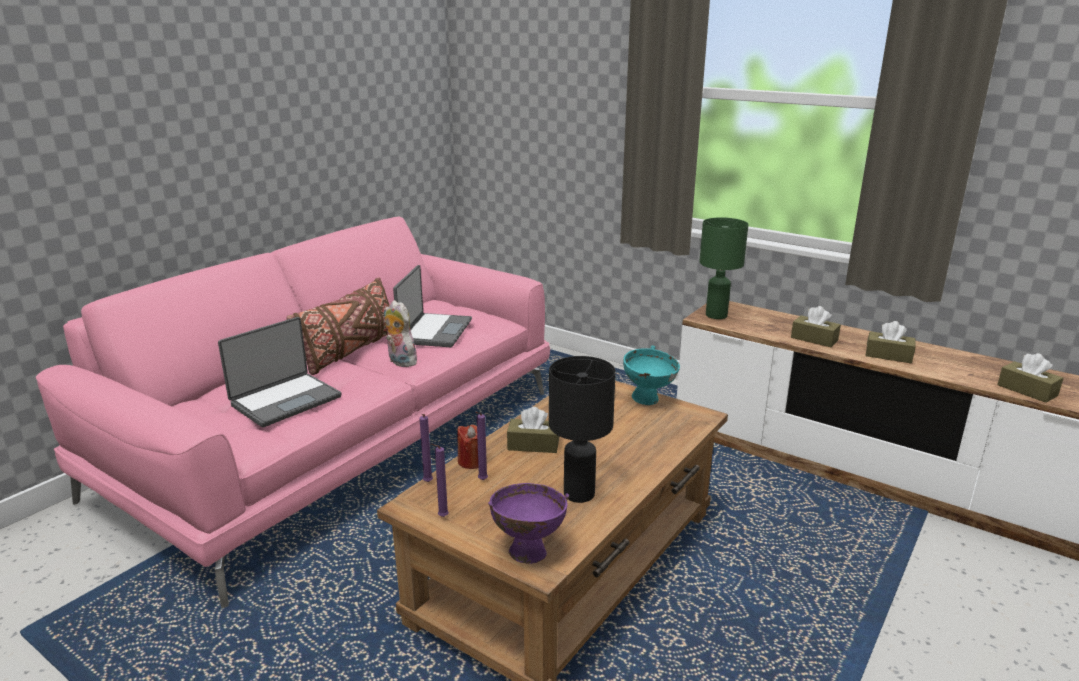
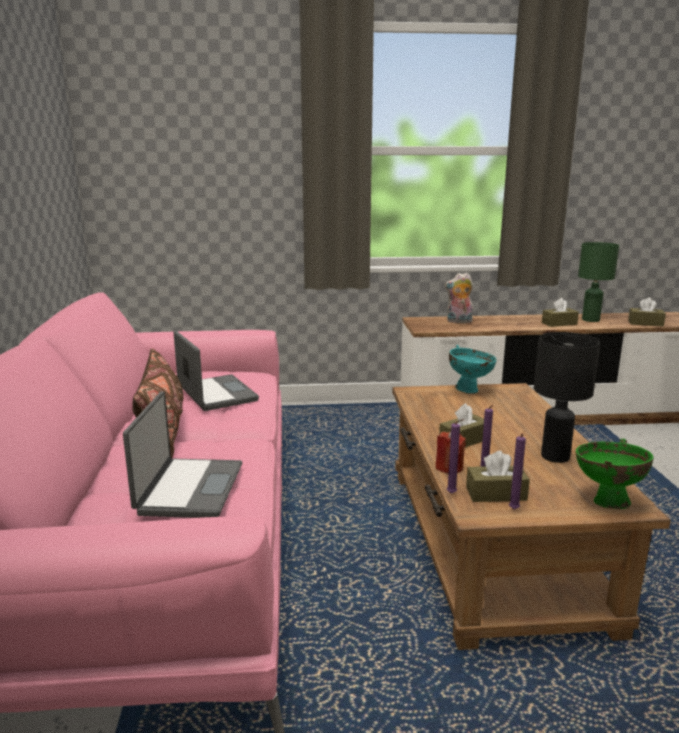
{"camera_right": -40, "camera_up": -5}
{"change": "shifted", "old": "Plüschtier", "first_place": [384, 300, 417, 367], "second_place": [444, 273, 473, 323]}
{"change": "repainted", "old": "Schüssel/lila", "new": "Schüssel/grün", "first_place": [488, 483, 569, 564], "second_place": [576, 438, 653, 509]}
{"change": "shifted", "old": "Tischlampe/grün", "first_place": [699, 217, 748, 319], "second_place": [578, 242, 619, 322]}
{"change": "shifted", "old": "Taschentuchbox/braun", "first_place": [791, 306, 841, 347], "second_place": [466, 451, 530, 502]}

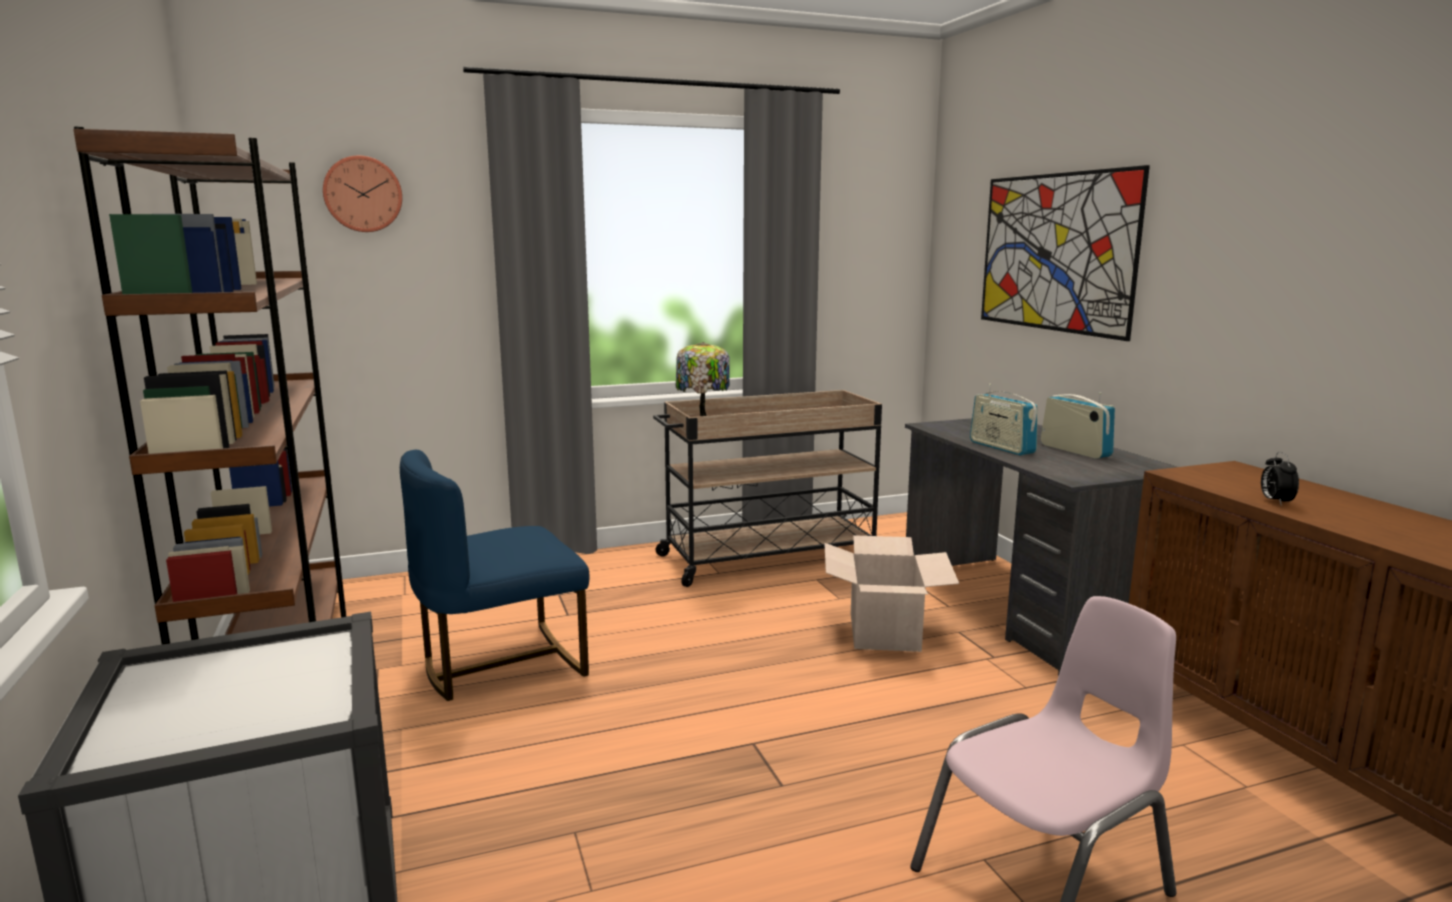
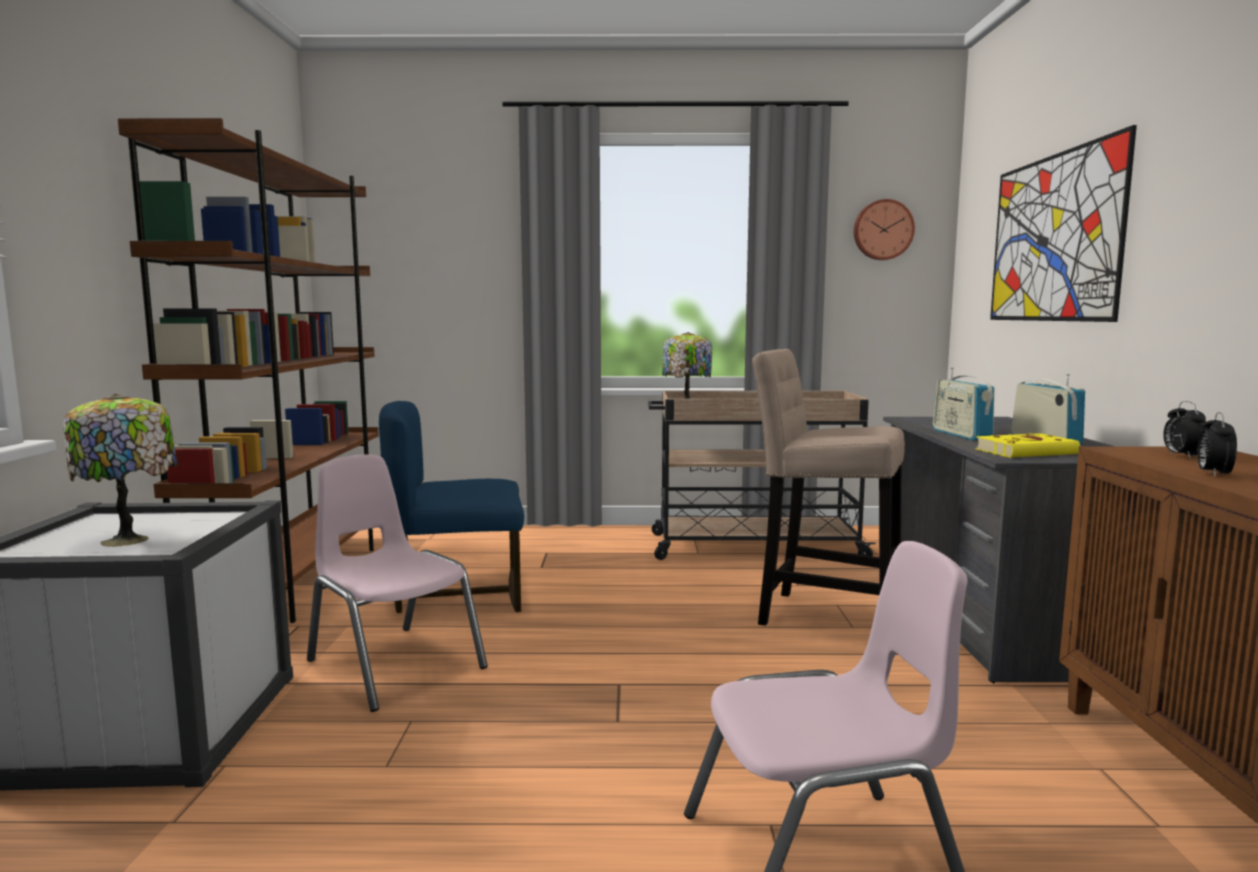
{"camera_right": 20, "camera_up": -5}
{"change": "shifted", "old": "Wanduhr", "first_place": [323, 156, 402, 232], "second_place": [854, 199, 915, 260]}
{"change": "swapped", "old": "Karton", "new": "Hocker/beige", "first_place": [824, 535, 959, 652], "second_place": [752, 349, 905, 626]}
{"change": "new", "new": "Tischlampe", "second_place": [63, 394, 178, 547]}
{"change": "new", "new": "Stuhl/rosa", "second_place": [307, 454, 488, 712]}
{"change": "new", "new": "Buch/gelb", "second_place": [975, 433, 1080, 458]}
{"change": "new", "new": "Wecker", "second_place": [1163, 401, 1206, 459]}

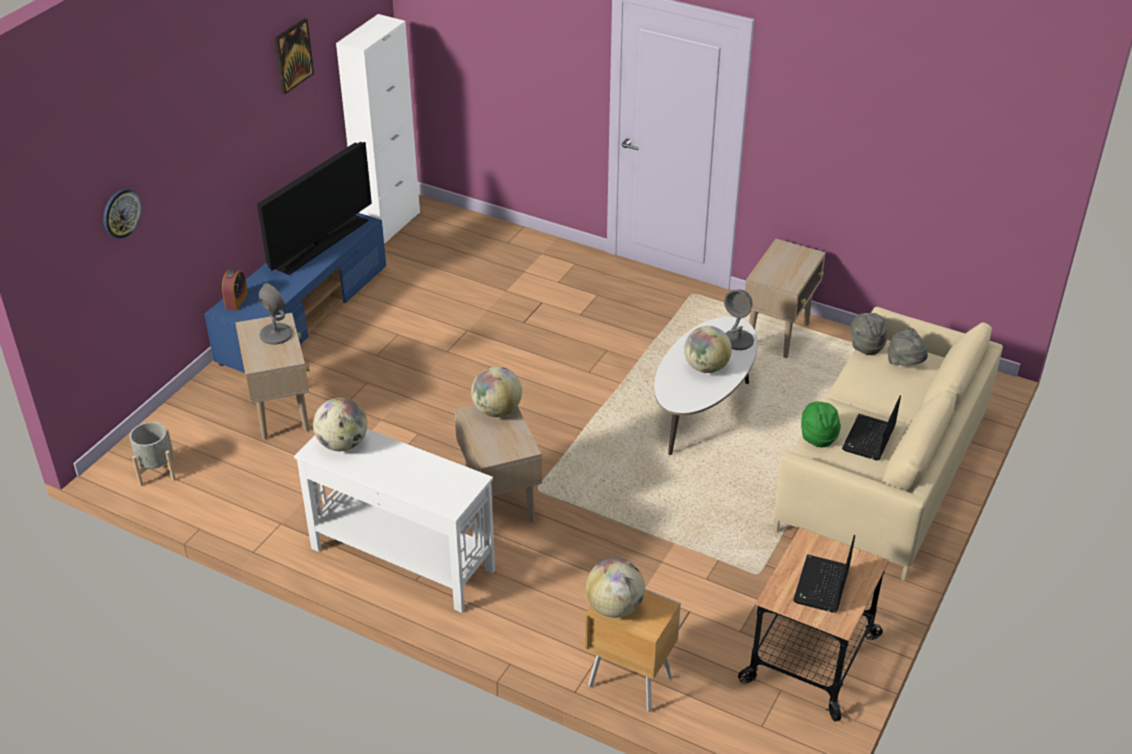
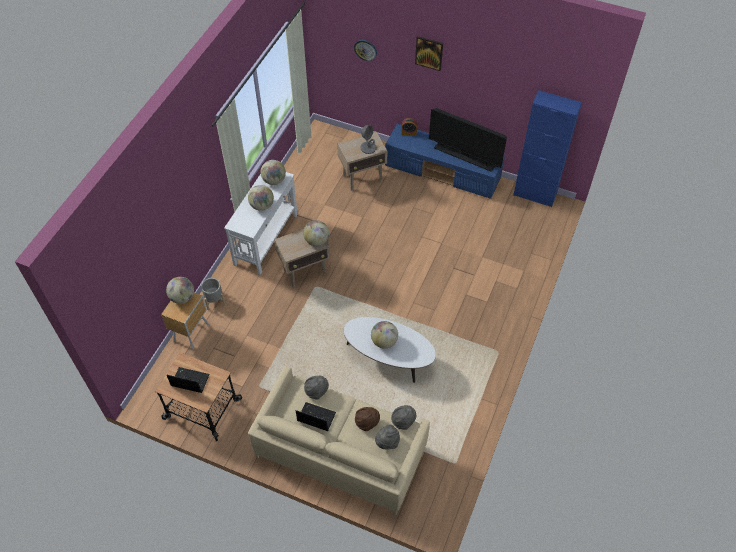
{"camera_right": 85, "camera_up": 15}
{"change": "shifted", "old": "Pflanzkübel/grau", "first_place": [129, 422, 176, 486], "second_place": [201, 278, 226, 310]}
{"change": "shifted", "old": "Bild", "first_place": [274, 18, 314, 94], "second_place": [415, 36, 443, 71]}
{"change": "repainted", "old": "Schrank/weiß", "new": "Schrank/blau", "first_place": [336, 14, 420, 244], "second_place": [513, 90, 582, 207]}
{"change": "gone", "old": "Tischlampe/grau", "first_place": [724, 289, 754, 350]}
{"change": "gone", "old": "Beistelltisch/beige", "first_place": [745, 239, 826, 358]}
{"change": "repainted", "old": "Hut/grün", "new": "Hut/grau", "first_place": [801, 402, 841, 447], "second_place": [304, 376, 329, 399]}
{"change": "new", "new": "Globus", "second_place": [248, 185, 274, 211]}
{"change": "new", "new": "Hut/braun", "second_place": [355, 407, 380, 431]}

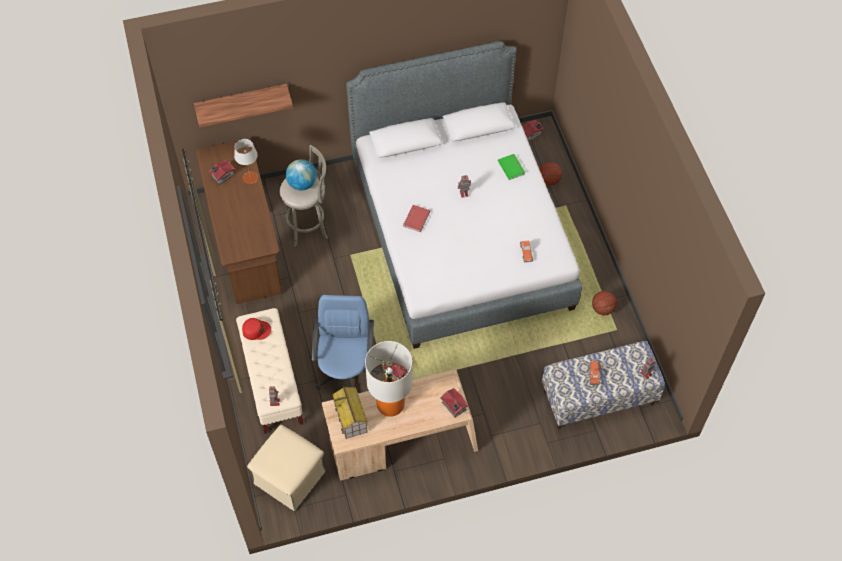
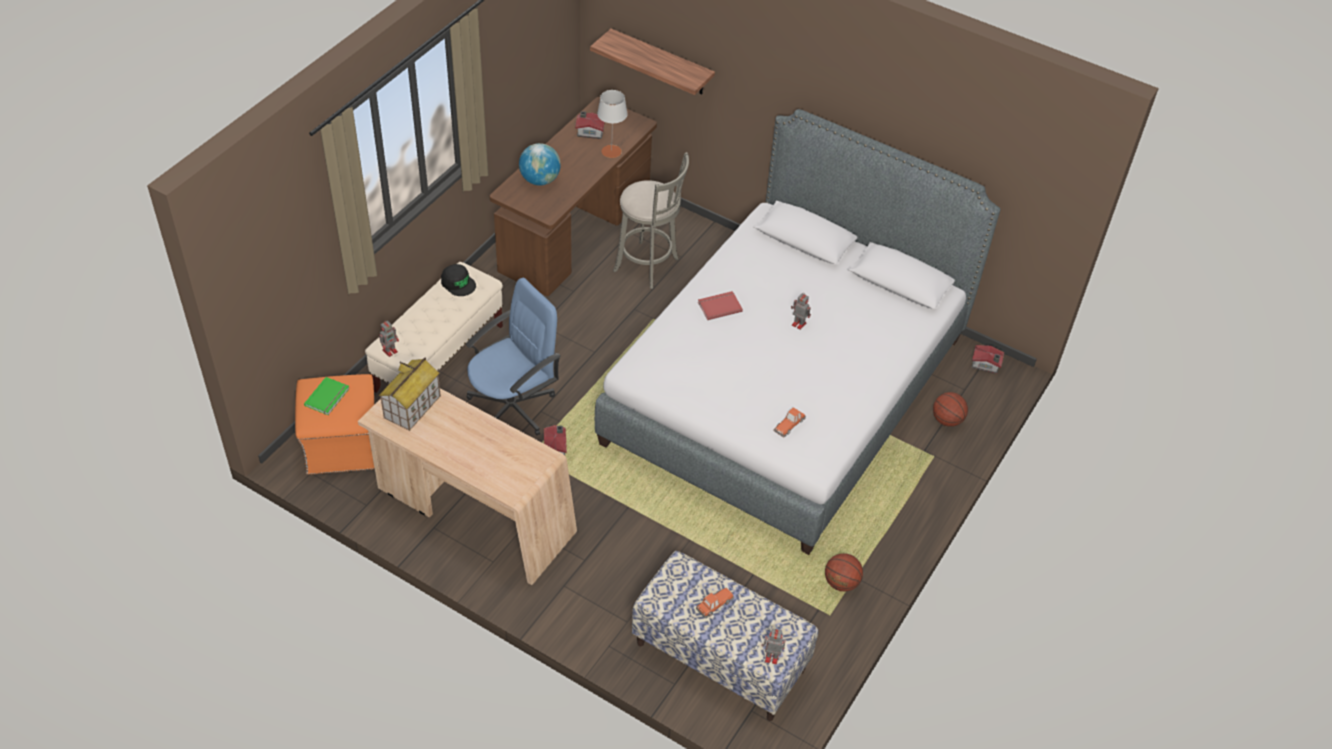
{"camera_right": 45, "camera_up": -10}
{"change": "repainted", "old": "Kappe/rot", "new": "Kappe/schwarz", "first_place": [242, 318, 271, 340], "second_place": [441, 264, 476, 296]}
{"change": "repainted", "old": "Polsterhocker/beige", "new": "Polsterhocker/orange", "first_place": [247, 425, 326, 511], "second_place": [295, 374, 375, 475]}
{"change": "shifted", "old": "Globus", "first_place": [286, 159, 317, 190], "second_place": [519, 143, 561, 185]}
{"change": "gone", "old": "Tischlampe", "first_place": [365, 341, 413, 417]}
{"change": "gone", "old": "Spielzeughaus", "first_place": [440, 388, 469, 418]}
{"change": "shifted", "old": "Buch/grün", "first_place": [498, 154, 525, 180], "second_place": [304, 377, 350, 415]}

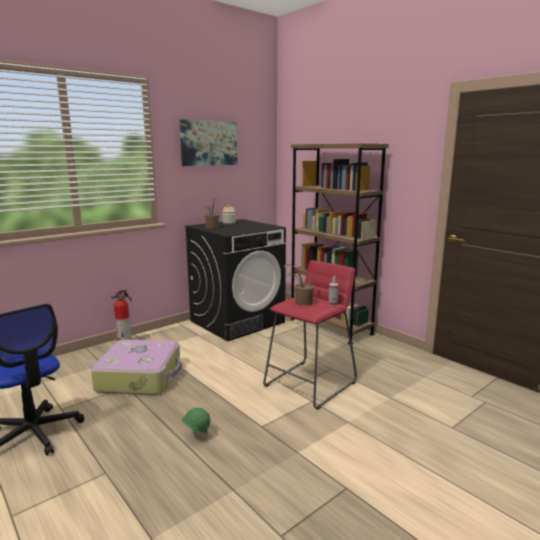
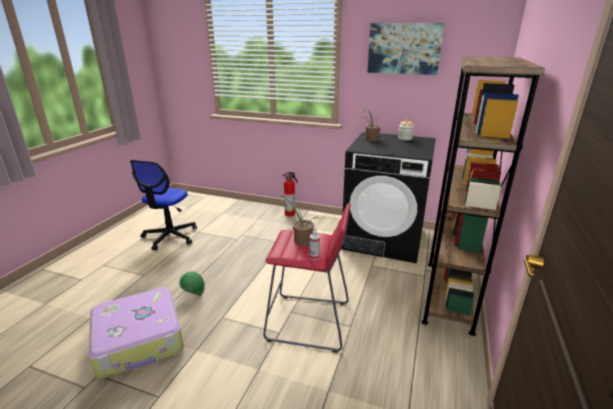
{"camera_right": 60, "camera_up": 10}
{"change": "shifted", "old": "Koffer", "first_place": [91, 339, 182, 395], "second_place": [88, 287, 184, 379]}

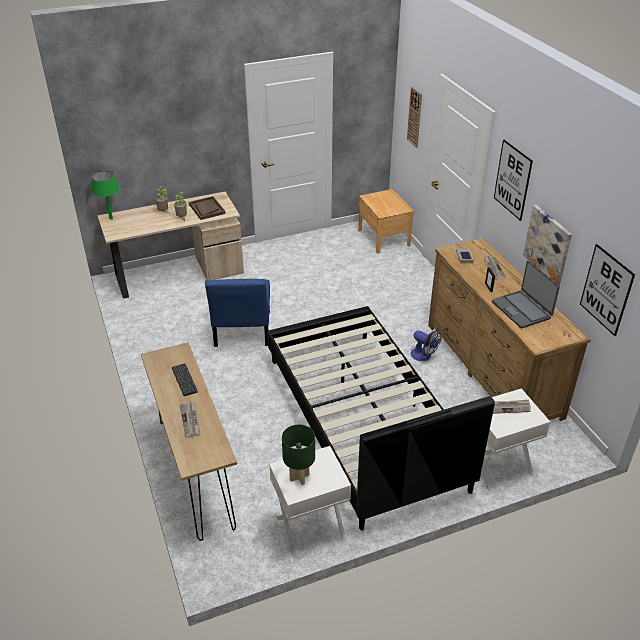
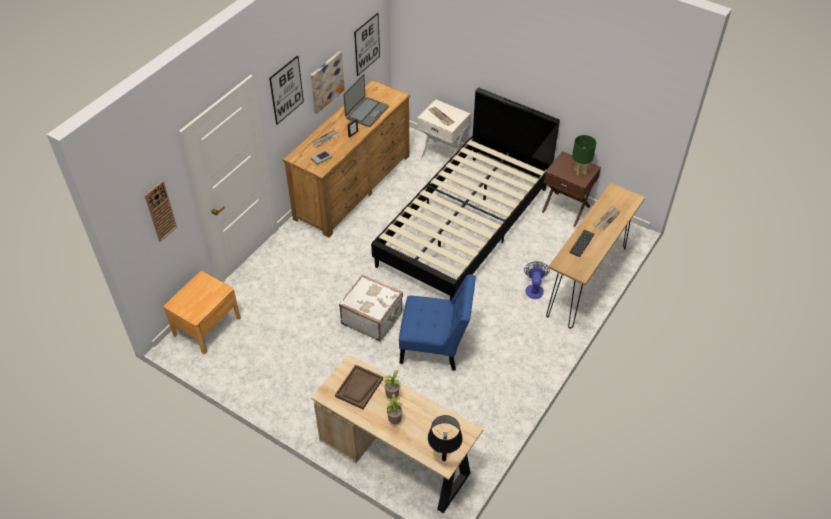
{"camera_right": -125, "camera_up": 10}
{"change": "repainted", "old": "Tischlampe/grün", "new": "Tischlampe/schwarz", "first_place": [92, 171, 119, 220], "second_place": [428, 415, 463, 461]}
{"change": "rotated", "old": "Stuhl/blau", "first_place": [205, 279, 270, 347], "second_place": [399, 274, 476, 371], "degrees": 45}
{"change": "repainted", "old": "Nachttisch/weiß", "new": "Nachttisch/braun", "first_place": [269, 446, 351, 557], "second_place": [542, 151, 601, 227]}
{"change": "shifted", "old": "Ventilator", "first_place": [411, 330, 442, 361], "second_place": [524, 261, 550, 299]}
{"change": "new", "new": "Koffer/weiß", "second_place": [339, 275, 403, 342]}

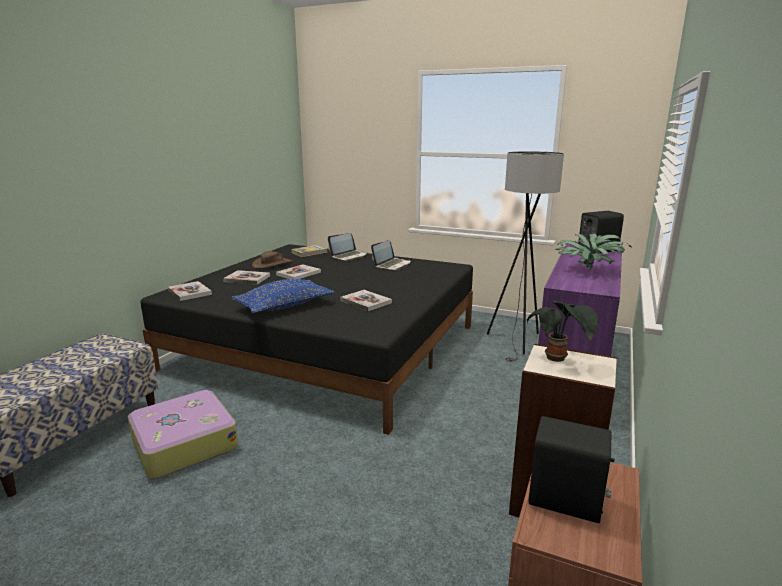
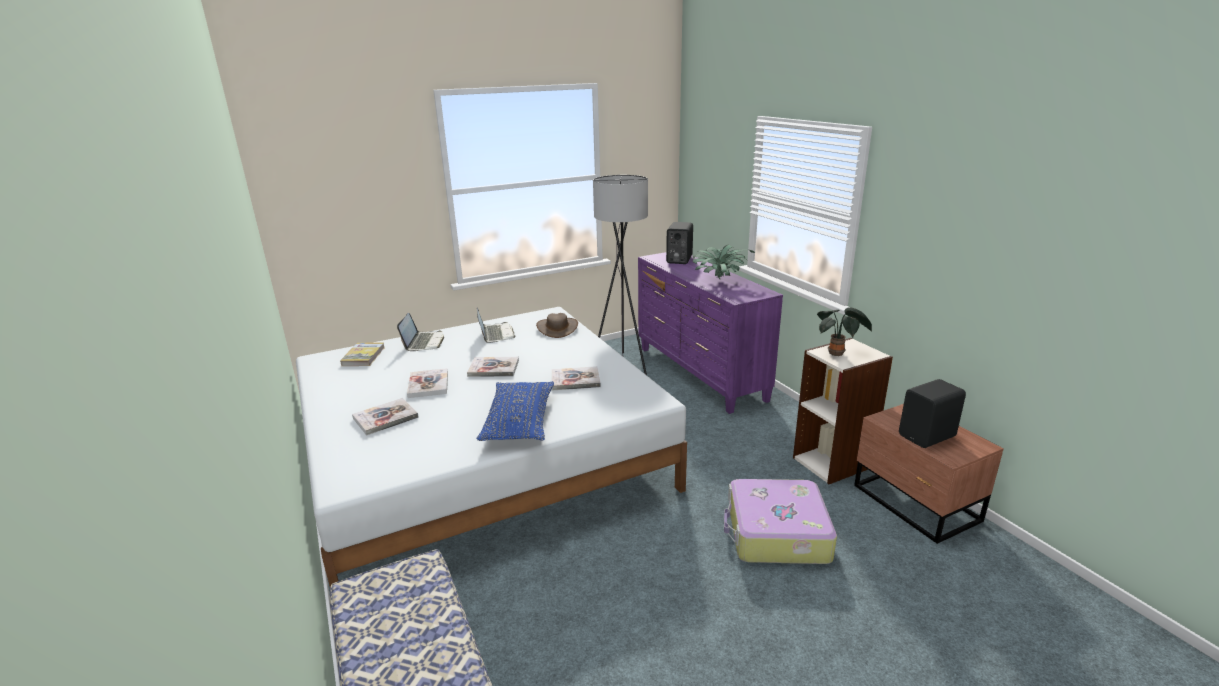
{"camera_right": -50, "camera_up": 5}
{"change": "shifted", "old": "Koffer", "first_place": [128, 390, 238, 479], "second_place": [724, 479, 837, 564]}
{"change": "repainted", "old": "Bett/schwarz", "new": "Bett/weiß", "first_place": [140, 244, 473, 435], "second_place": [296, 307, 687, 587]}
{"change": "shifted", "old": "Buch", "first_place": [168, 281, 212, 301], "second_place": [467, 357, 519, 377]}
{"change": "shifted", "old": "Hut/braun", "first_place": [252, 251, 292, 269], "second_place": [536, 313, 578, 338]}

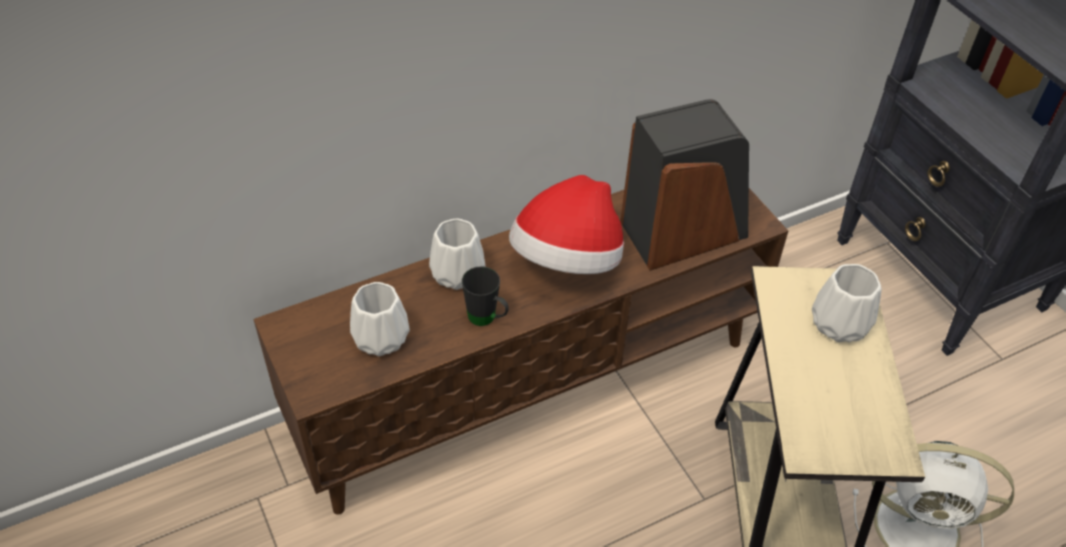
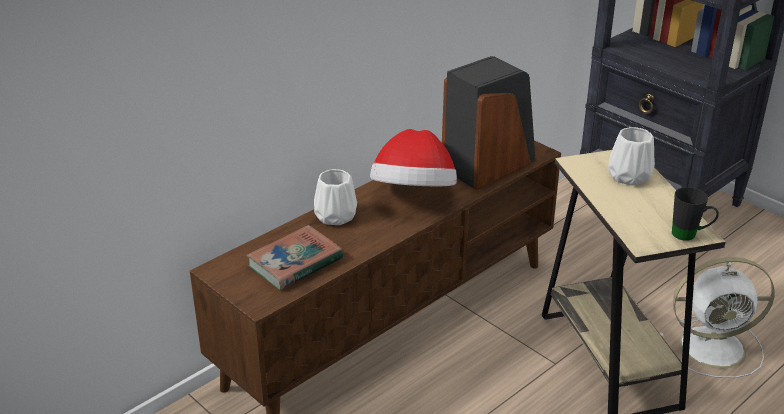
{"camera_right": -15, "camera_up": -15}
{"change": "swapped", "old": "Vase/weiß", "new": "Buch", "first_place": [350, 282, 410, 356], "second_place": [246, 225, 343, 290]}
{"change": "shifted", "old": "Henkelbecher/schwarz", "first_place": [462, 266, 509, 326], "second_place": [672, 187, 719, 241]}

